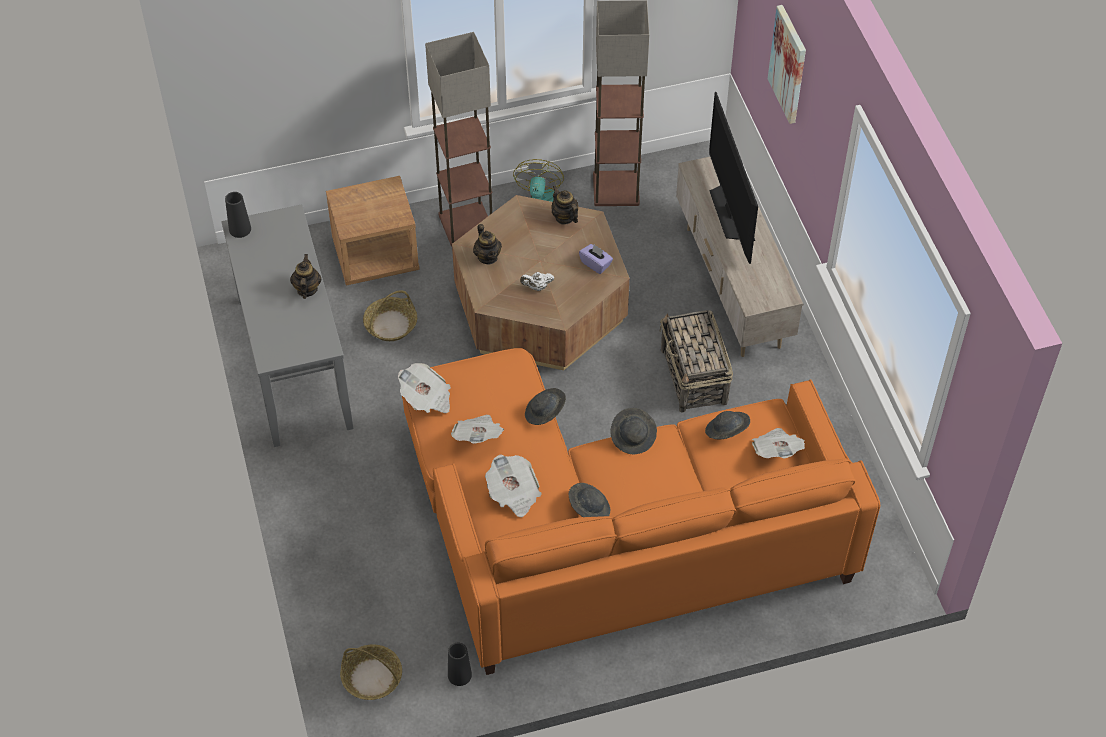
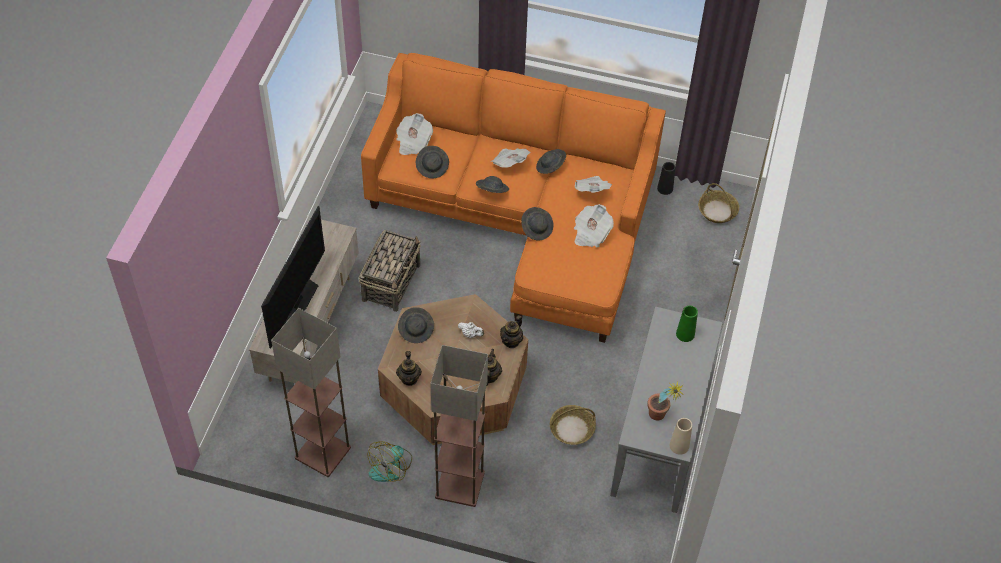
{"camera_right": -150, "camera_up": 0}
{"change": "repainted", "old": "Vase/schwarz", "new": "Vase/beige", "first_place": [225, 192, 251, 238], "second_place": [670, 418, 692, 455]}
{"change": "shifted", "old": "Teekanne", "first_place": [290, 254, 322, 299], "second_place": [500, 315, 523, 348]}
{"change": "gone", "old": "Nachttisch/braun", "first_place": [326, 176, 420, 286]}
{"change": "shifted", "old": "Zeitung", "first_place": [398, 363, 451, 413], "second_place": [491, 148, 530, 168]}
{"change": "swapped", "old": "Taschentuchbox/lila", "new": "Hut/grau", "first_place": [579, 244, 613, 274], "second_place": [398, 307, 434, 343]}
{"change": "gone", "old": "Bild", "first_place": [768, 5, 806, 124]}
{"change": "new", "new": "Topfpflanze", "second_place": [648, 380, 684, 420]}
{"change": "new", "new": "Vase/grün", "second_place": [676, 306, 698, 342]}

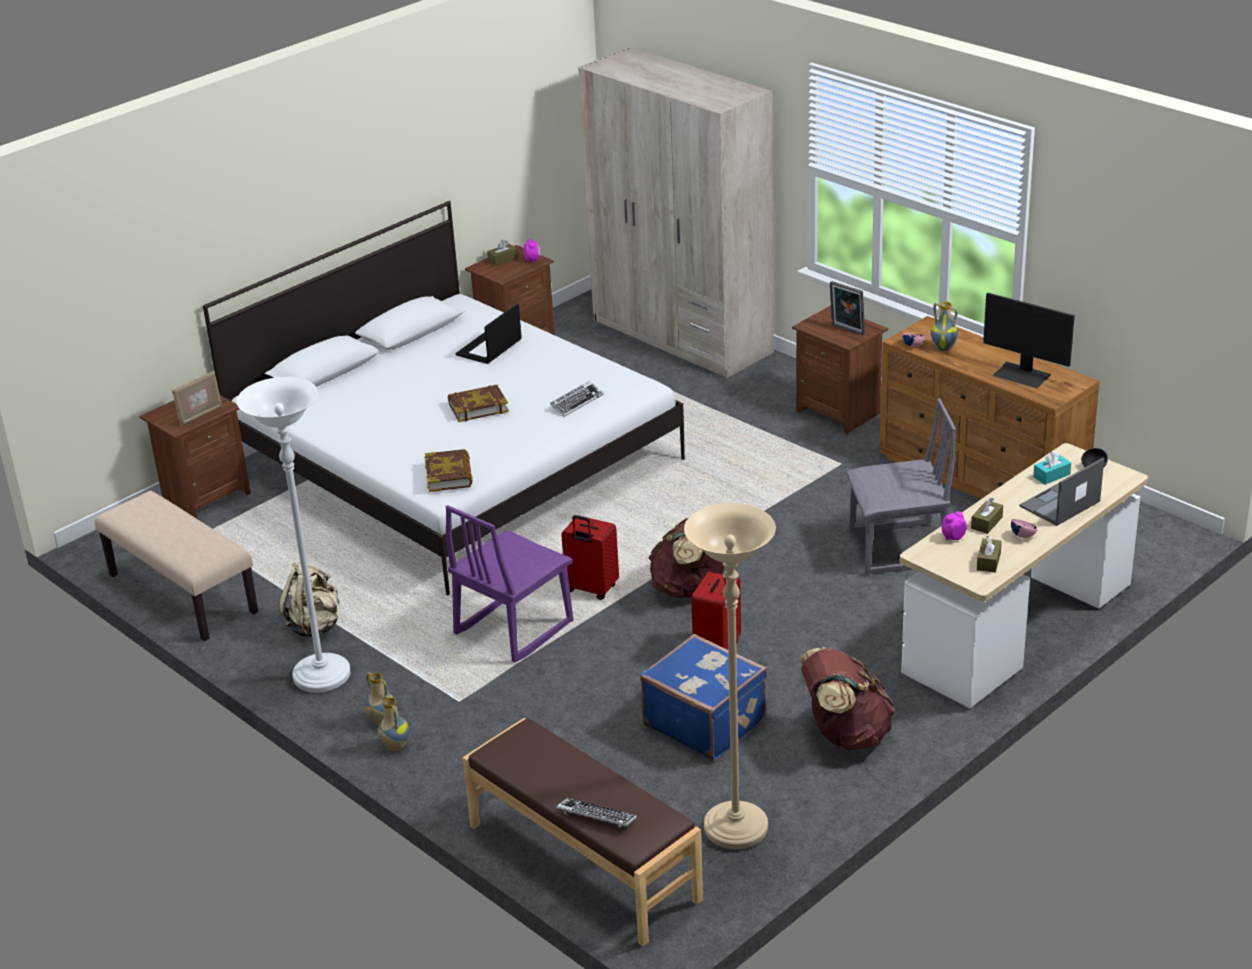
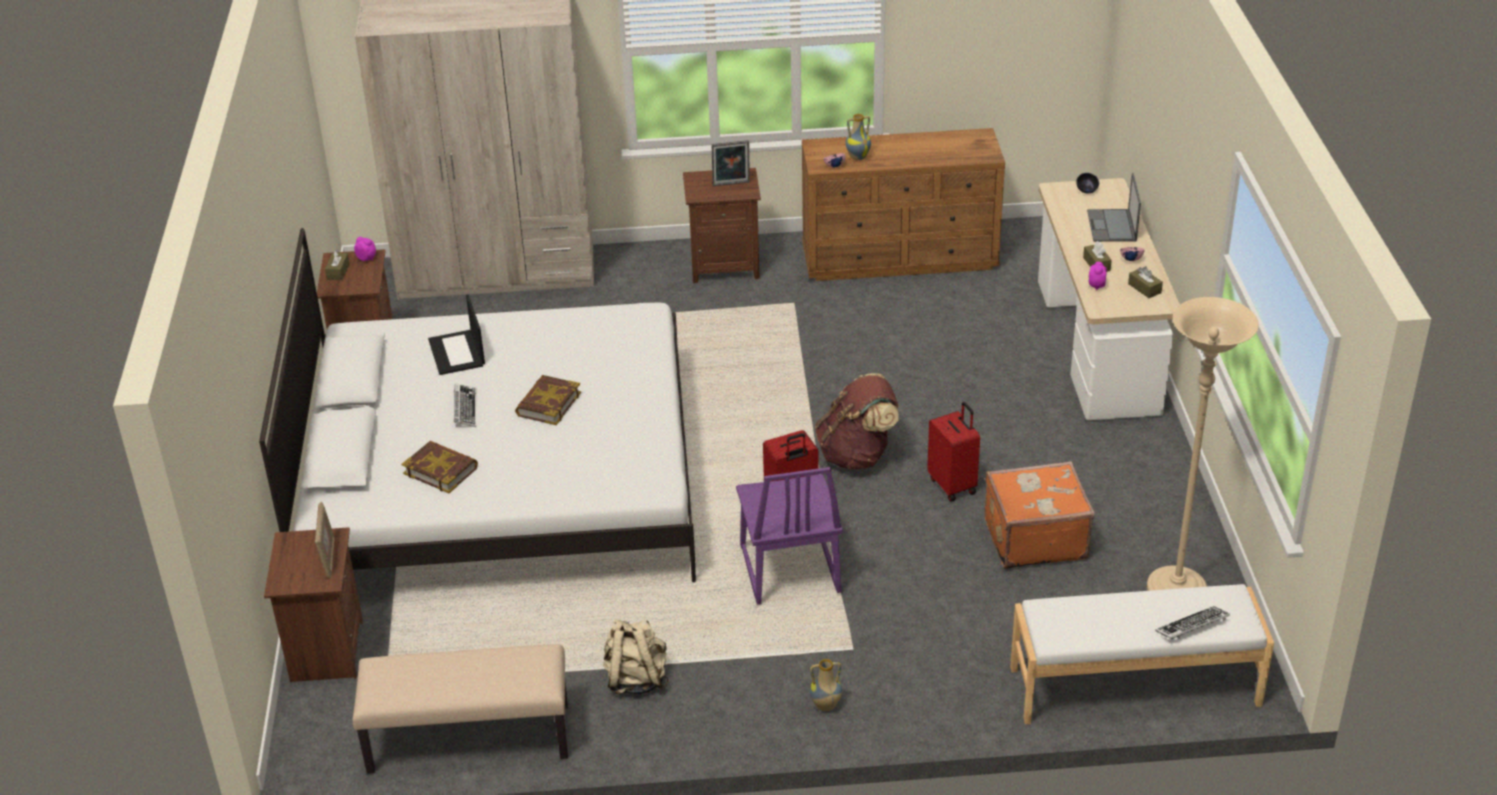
{"camera_right": -50, "camera_up": 5}
{"change": "gone", "old": "Stehlampe/weiß", "first_place": [237, 377, 351, 693]}
{"change": "gone", "old": "Vase", "first_place": [378, 695, 409, 751]}
{"change": "shifted", "old": "Buch", "first_place": [425, 449, 472, 492], "second_place": [402, 441, 478, 493]}
{"change": "repainted", "old": "Bank/braun", "new": "Bank/weiß", "first_place": [462, 718, 703, 947], "second_place": [1010, 584, 1274, 724]}
{"change": "shifted", "old": "Tastatur", "first_place": [550, 381, 604, 417], "second_place": [454, 383, 476, 427]}
{"change": "repainted", "old": "Koffer/blau", "new": "Koffer/orange", "first_place": [640, 634, 768, 760], "second_place": [984, 461, 1095, 569]}
{"change": "gone", "old": "Rucksack/braun", "first_place": [800, 647, 895, 750]}
{"change": "gone", "old": "Stuhl/grau", "first_place": [846, 398, 956, 575]}
{"change": "gone", "old": "Monitor", "first_place": [983, 292, 1075, 388]}
{"change": "gone", "old": "Taschentuchbox/türkis", "first_place": [1033, 451, 1071, 485]}

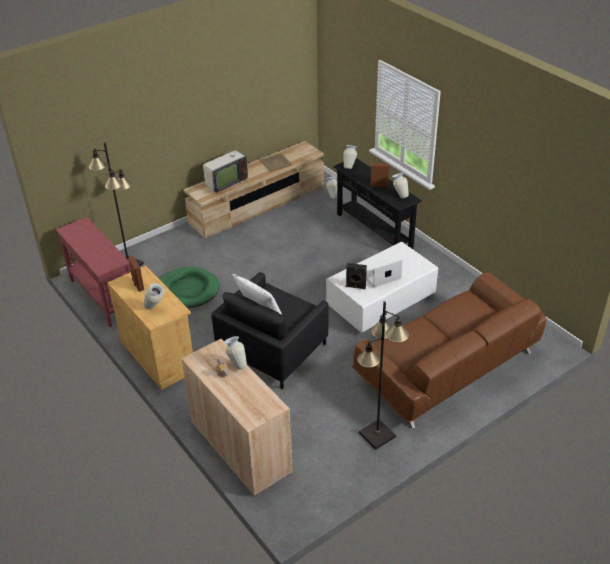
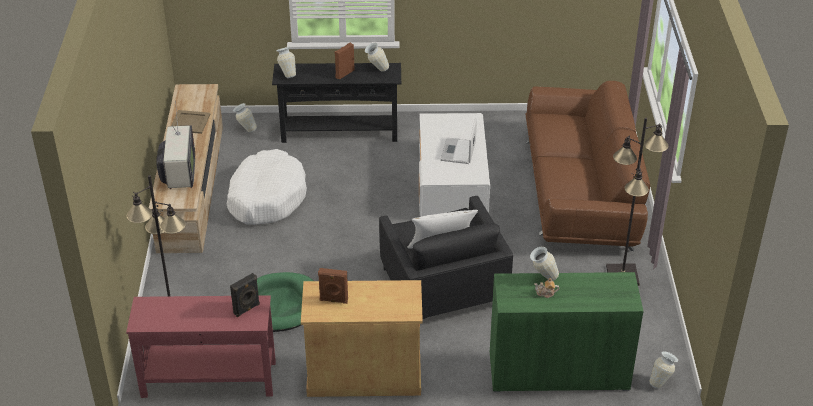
{"camera_right": -55, "camera_up": 0}
{"change": "shifted", "old": "Vase", "first_place": [143, 283, 164, 310], "second_place": [649, 351, 678, 388]}
{"change": "repainted", "old": "Schrank/beige", "new": "Schrank/grün", "first_place": [181, 339, 293, 496], "second_place": [490, 272, 644, 392]}
{"change": "shifted", "old": "Lautsprecher/schwarz", "first_place": [346, 263, 367, 289], "second_place": [230, 273, 260, 317]}
{"change": "new", "new": "Hundebett/weiß", "second_place": [227, 149, 307, 225]}

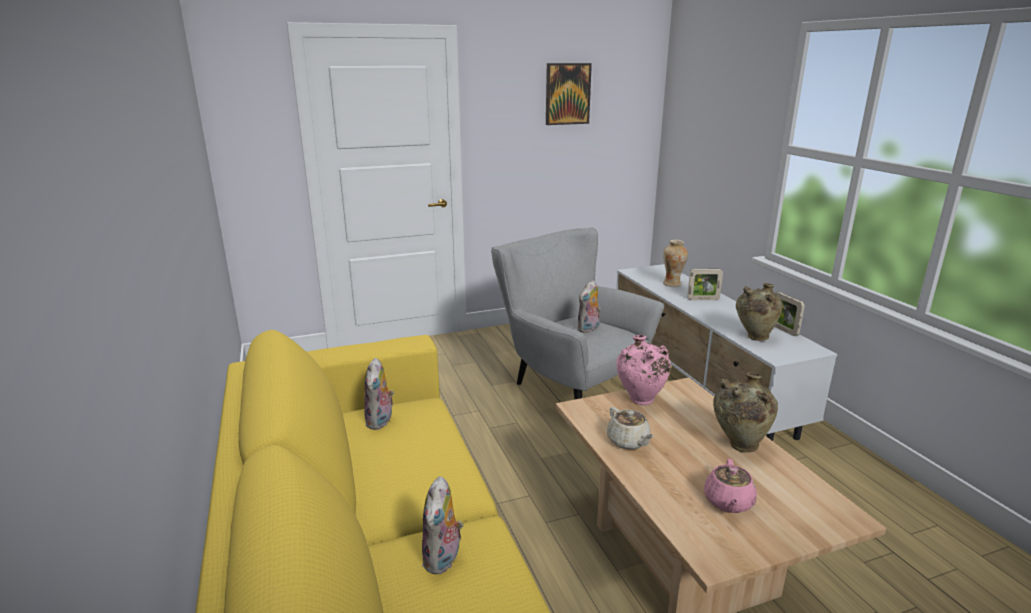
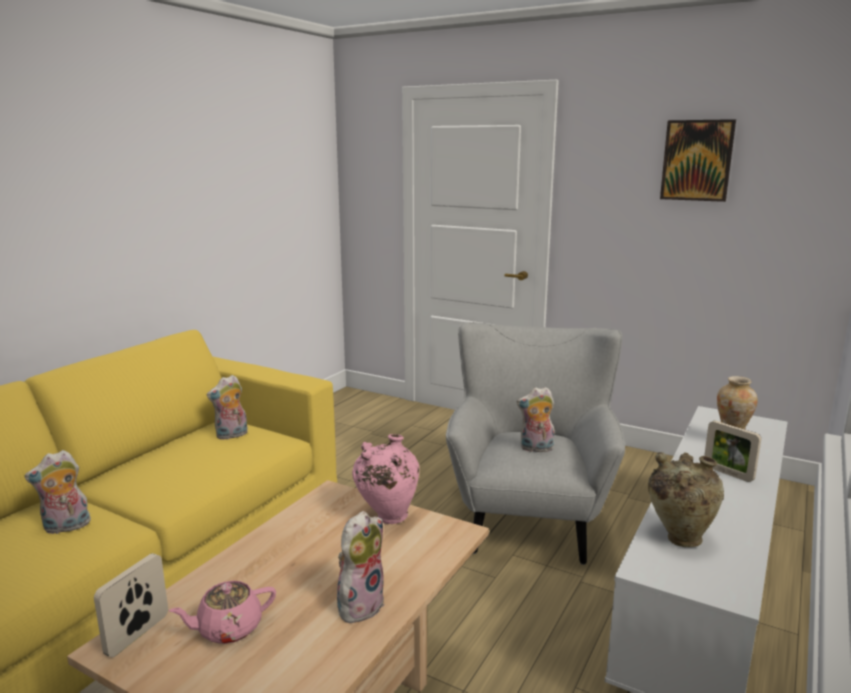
{"camera_right": 50, "camera_up": -5}
{"change": "gone", "old": "Teekanne/beige", "first_place": [607, 407, 654, 450]}
{"change": "swapped", "old": "Vase/beige", "new": "Plüschtier", "first_place": [713, 372, 778, 453], "second_place": [337, 511, 385, 626]}
{"change": "shifted", "old": "Bilderrahmen", "first_place": [774, 292, 805, 336], "second_place": [94, 553, 168, 657]}

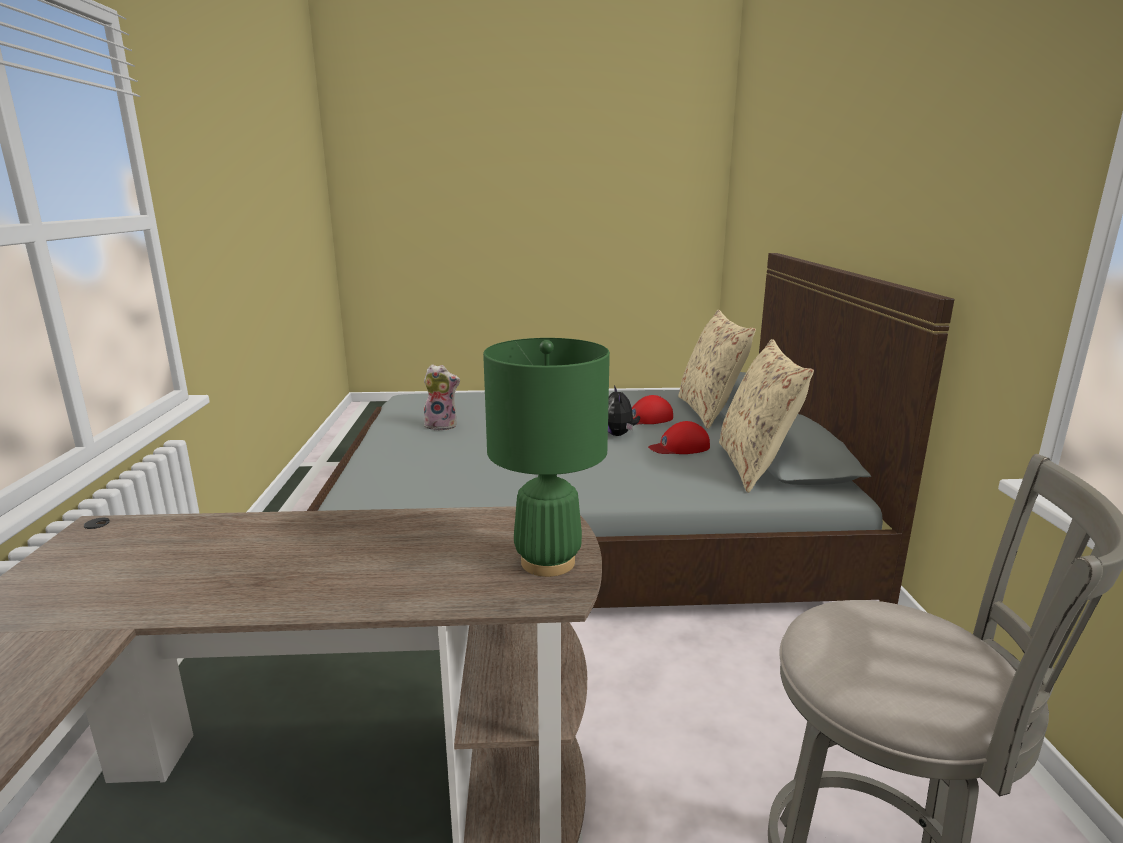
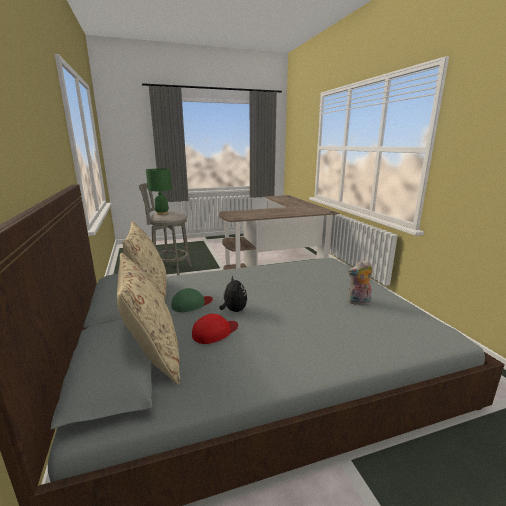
{"camera_right": 165, "camera_up": 0}
{"change": "shifted", "old": "Tischlampe/grün", "first_place": [483, 338, 610, 577], "second_place": [146, 167, 172, 215]}
{"change": "repainted", "old": "Kappe/rot", "new": "Kappe/grün", "first_place": [648, 421, 710, 454], "second_place": [171, 288, 213, 312]}

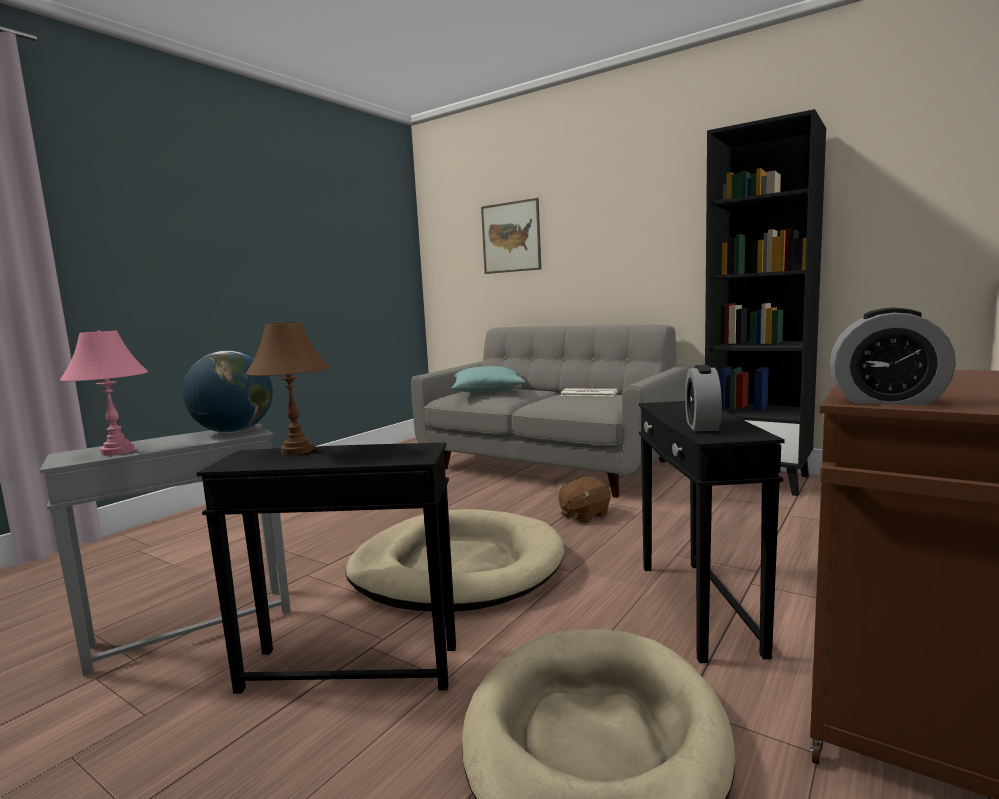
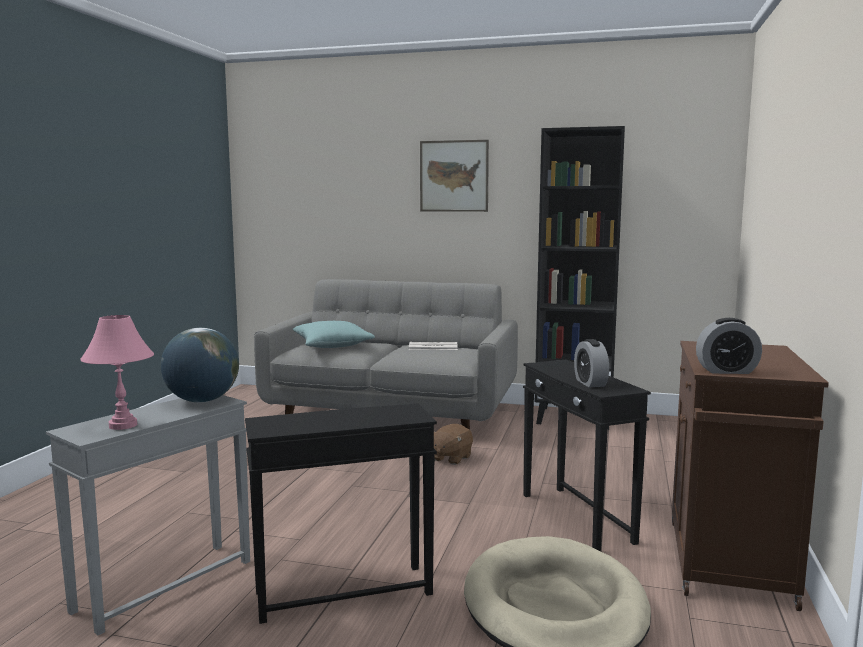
{"camera_right": -20, "camera_up": 0}
{"change": "gone", "old": "Tischlampe/braun", "first_place": [246, 322, 329, 456]}
{"change": "gone", "old": "Hundebett/beige", "first_place": [345, 509, 565, 612]}
{"change": "shifted", "old": "Bild", "first_place": [481, 198, 541, 274], "second_place": [420, 140, 489, 212]}

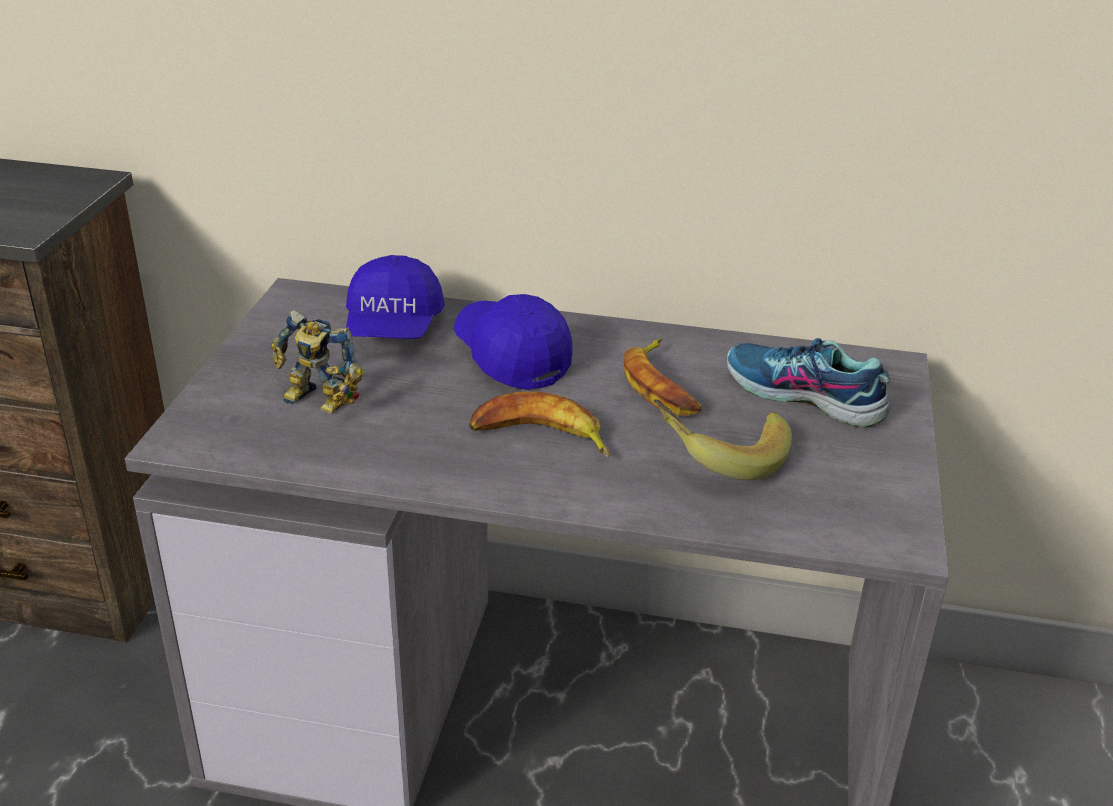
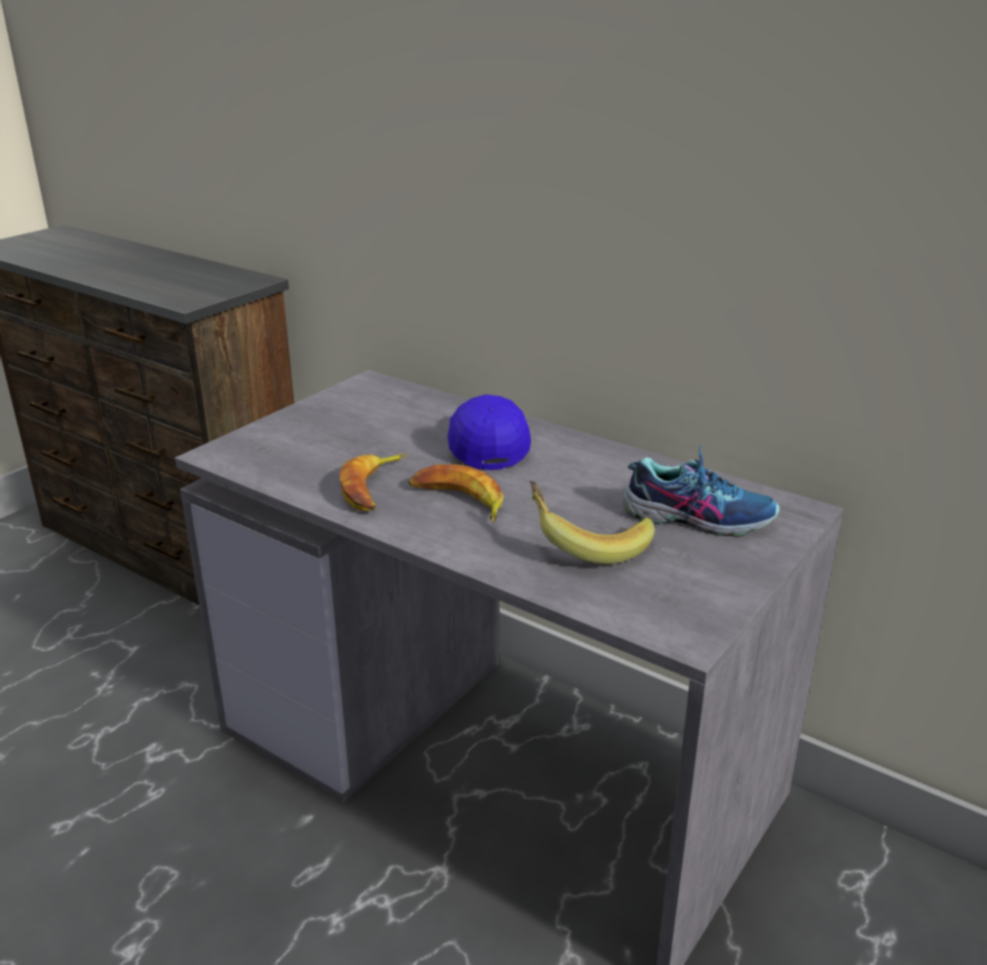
{"camera_right": 25, "camera_up": -5}
{"change": "gone", "old": "Spielzeugroboter", "first_place": [271, 310, 364, 414]}
{"change": "gone", "old": "Kappe/blau", "first_place": [346, 255, 445, 339]}
{"change": "shifted", "old": "Banane", "first_place": [624, 338, 702, 416], "second_place": [340, 454, 407, 511]}
{"change": "rotated", "old": "Schuh", "first_place": [727, 338, 890, 428], "second_place": [622, 445, 780, 537], "degrees": 135}

